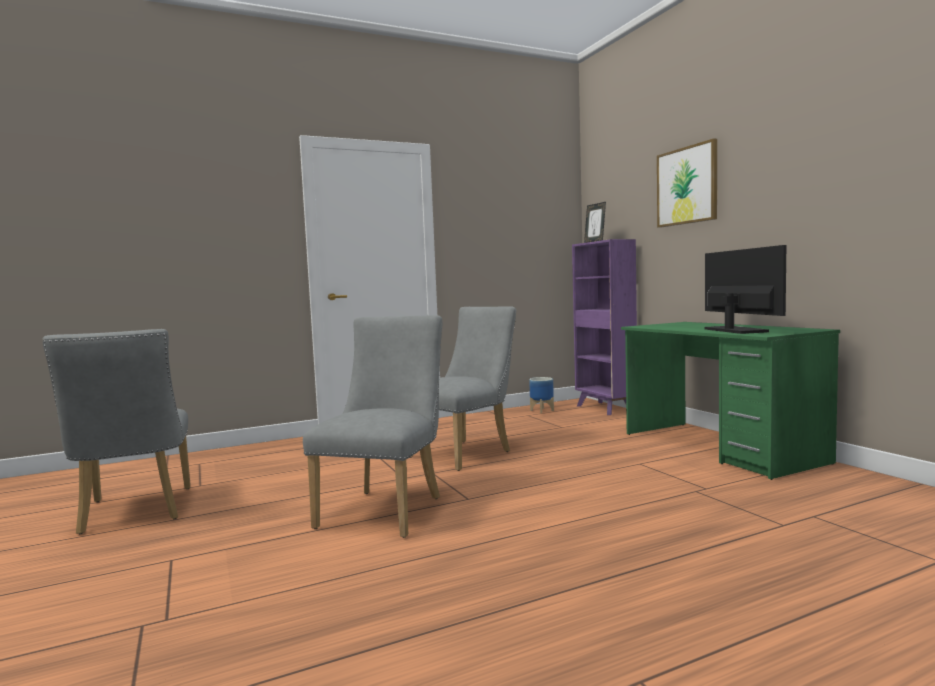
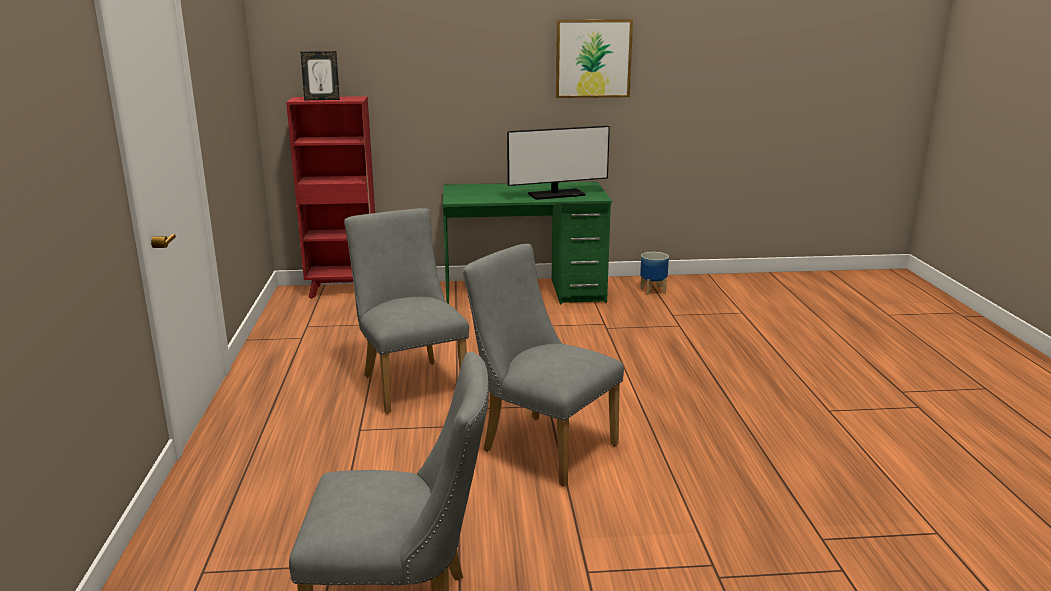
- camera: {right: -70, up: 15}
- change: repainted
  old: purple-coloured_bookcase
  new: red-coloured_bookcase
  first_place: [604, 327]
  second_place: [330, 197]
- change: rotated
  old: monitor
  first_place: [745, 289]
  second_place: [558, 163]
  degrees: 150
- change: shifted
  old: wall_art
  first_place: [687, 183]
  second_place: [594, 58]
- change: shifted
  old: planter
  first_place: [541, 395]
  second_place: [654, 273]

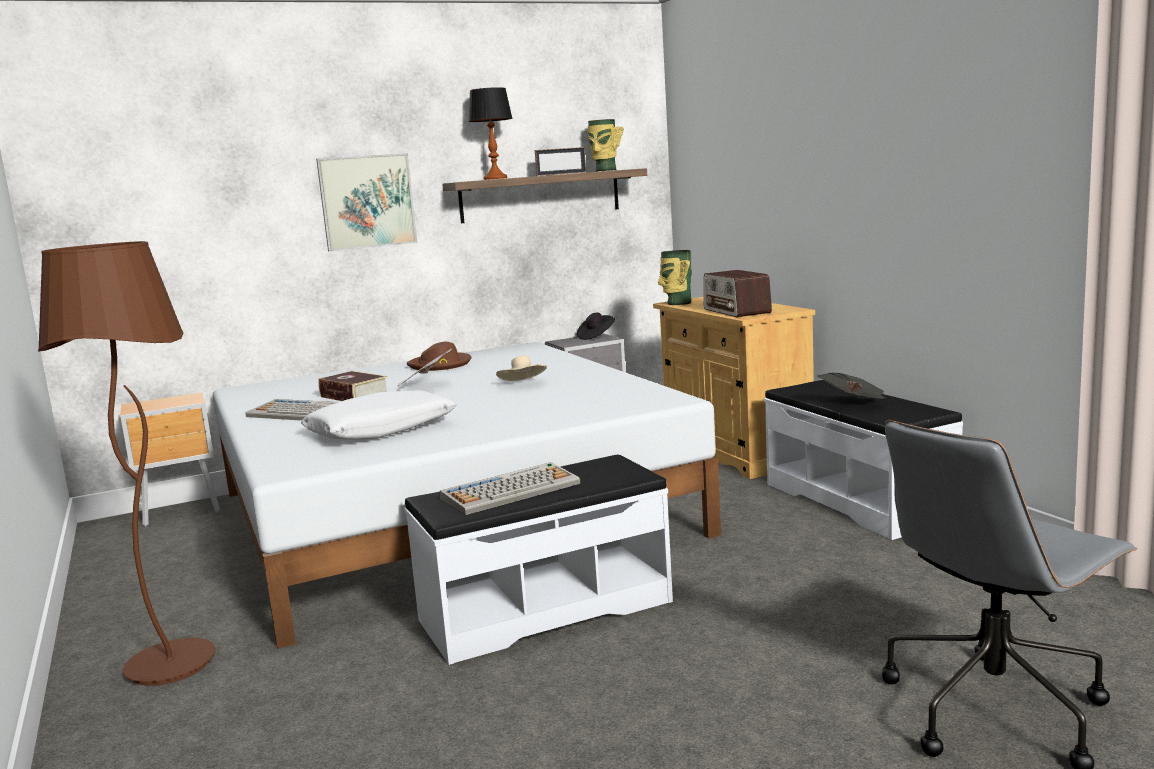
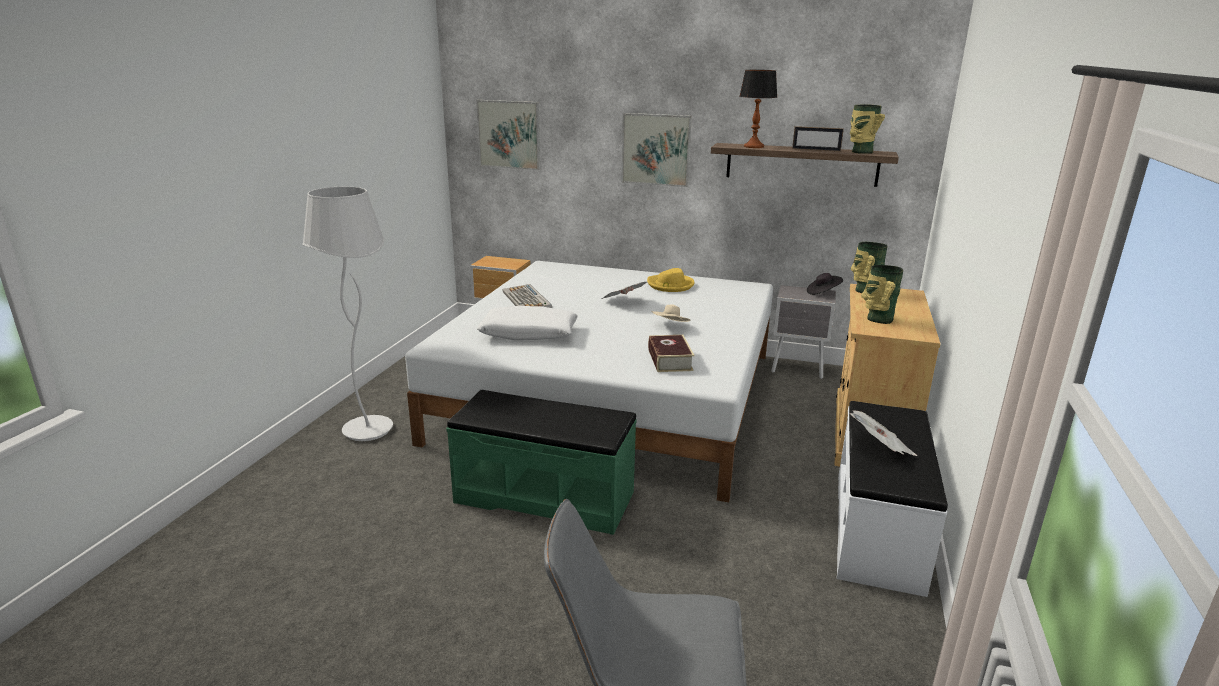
- camera: {right: 40, up: 10}
- change: repainted
  old: brown-coloured_floor_lamp
  new: white_floor_lamp
  first_place: [126, 463]
  second_place: [347, 314]
- change: repainted
  old: white_indoor_bench
  new: greenish_indoor_bench
  first_place: [539, 559]
  second_place: [541, 462]
- change: new
  new: wall_art
  second_place: [508, 135]
- change: repainted
  old: brown-coloured_wearable_hat
  new: yellow_wearable_hat
  first_place: [439, 356]
  second_place: [670, 280]
- change: shifted
  old: volume
  first_place: [353, 386]
  second_place: [671, 353]
- change: swapped
  old: radio_receiver
  new: decorative_vase
  first_place: [738, 293]
  second_place: [882, 294]
- change: gone
  old: PC_keyboard
  first_place: [510, 488]

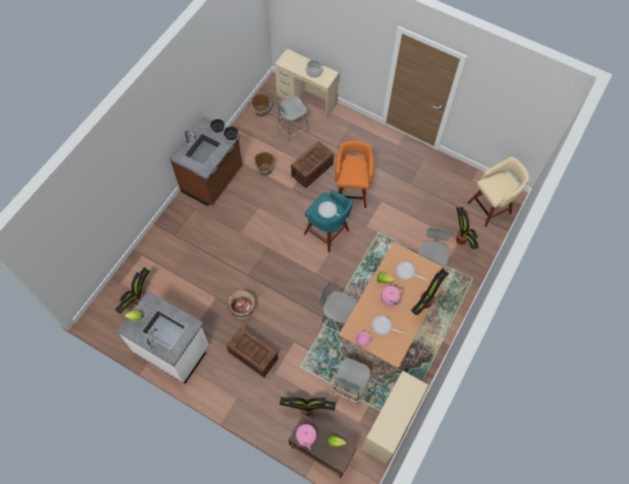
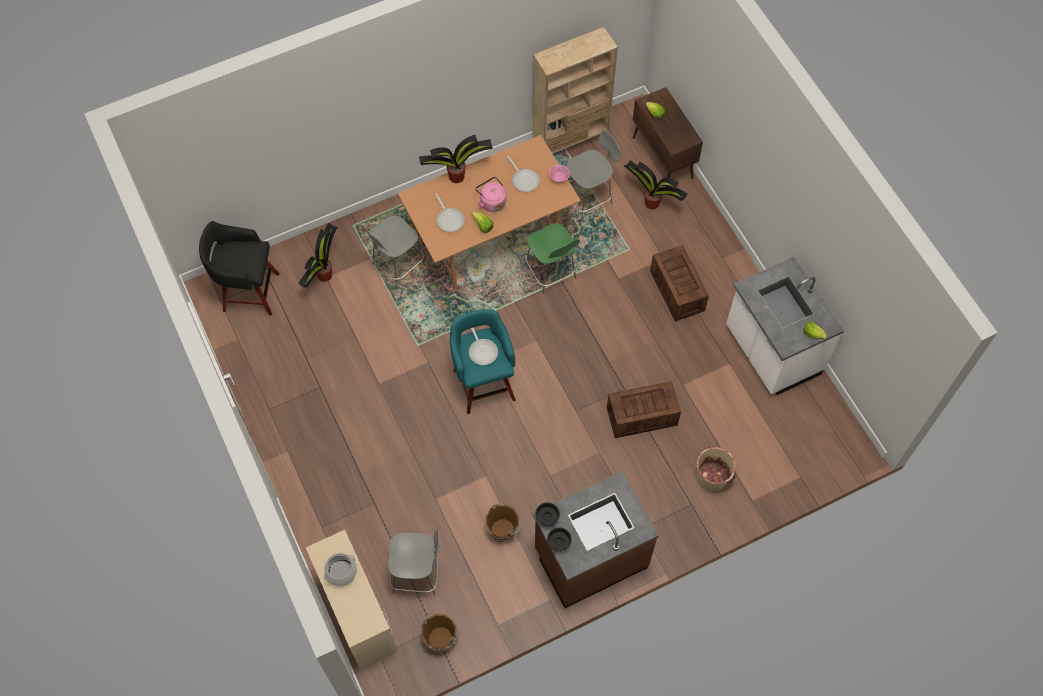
- camera: {right: -145, up: 0}
- change: repainted
  old: sand-coloured_stool_seat
  new: black-coloured_stool_seat
  first_place: [498, 192]
  second_place: [239, 268]
- change: repainted
  old: gray_upright_chair
  new: greenish_upright_chair
  first_place: [337, 307]
  second_place: [552, 258]
- change: swapped
  old: sand-coloured_desk_unit
  new: sand-coloured_bookcase
  first_place: [395, 416]
  second_place: [575, 90]
- change: shifted
  old: shipping_crate
  first_place: [312, 164]
  second_place: [644, 409]
- change: shifted
  old: sand-coloured_water_bucket
  first_place: [241, 305]
  second_place: [716, 469]
- change: gone
  old: plant_in_a_pot
  first_place: [132, 290]
- change: gone
  old: pink-coloured_water_kettle
  first_place: [305, 437]
- change: gone
  old: orange-coloured_stool_seat
  first_place: [354, 174]

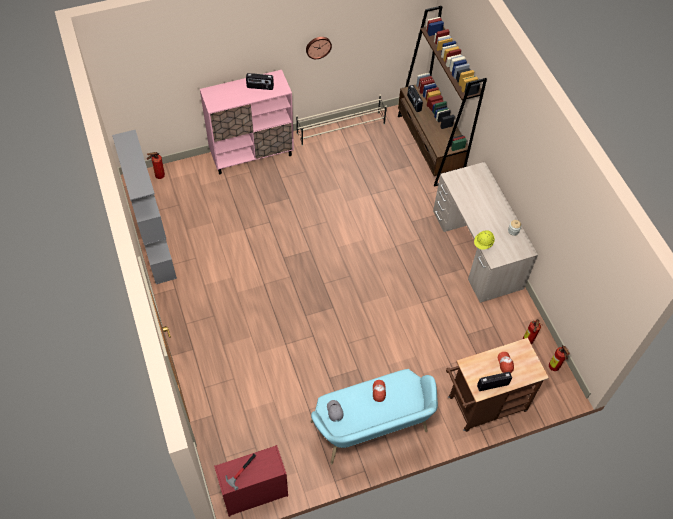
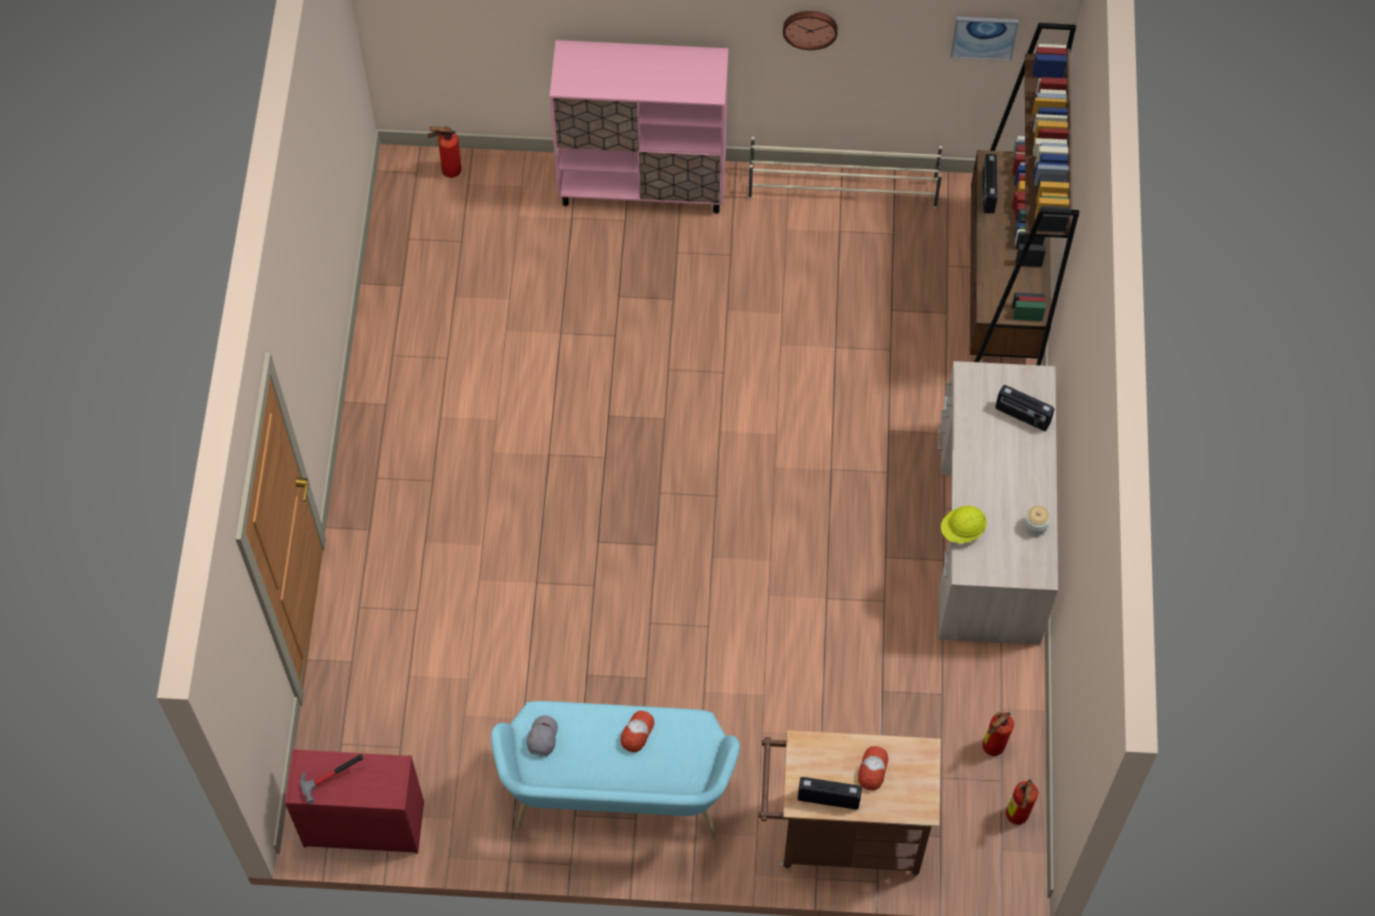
- camera: {right: 25, up: 5}
- change: new
  new: wall_art
  second_place: [984, 38]
- change: shifted
  old: radio_receiver
  first_place: [260, 81]
  second_place: [1025, 408]
- change: gone
  old: gray_bookcase
  first_place: [144, 207]

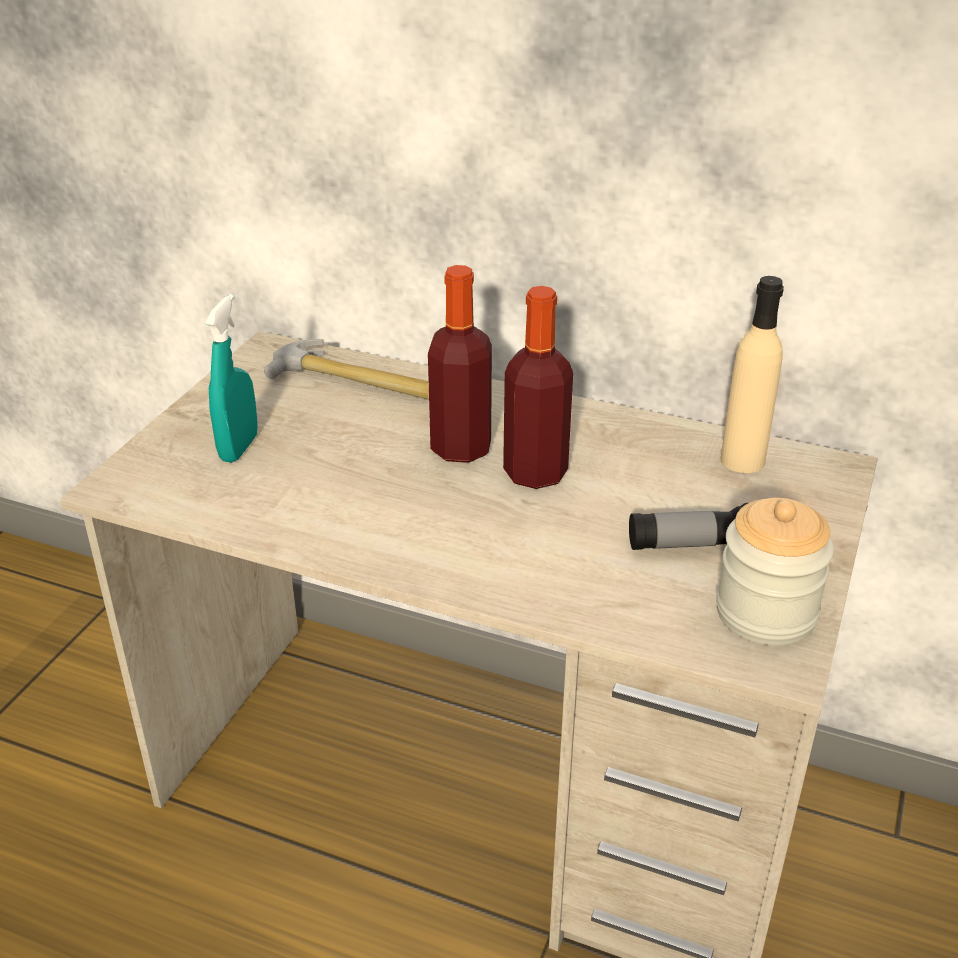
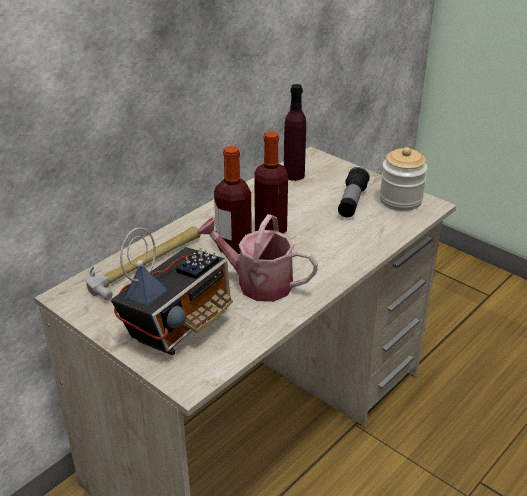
- camera: {right: -70, up: 0}
- change: swapped
  old: turquoise-coloured_hand_sprayer
  new: radio_receiver
  first_place: [231, 378]
  second_place: [172, 291]
- change: new
  new: watering_can
  second_place: [257, 258]
- change: repainted
  old: sand-coloured_beverage_bottle
  new: purple-coloured_beverage_bottle
  first_place: [752, 374]
  second_place: [295, 132]

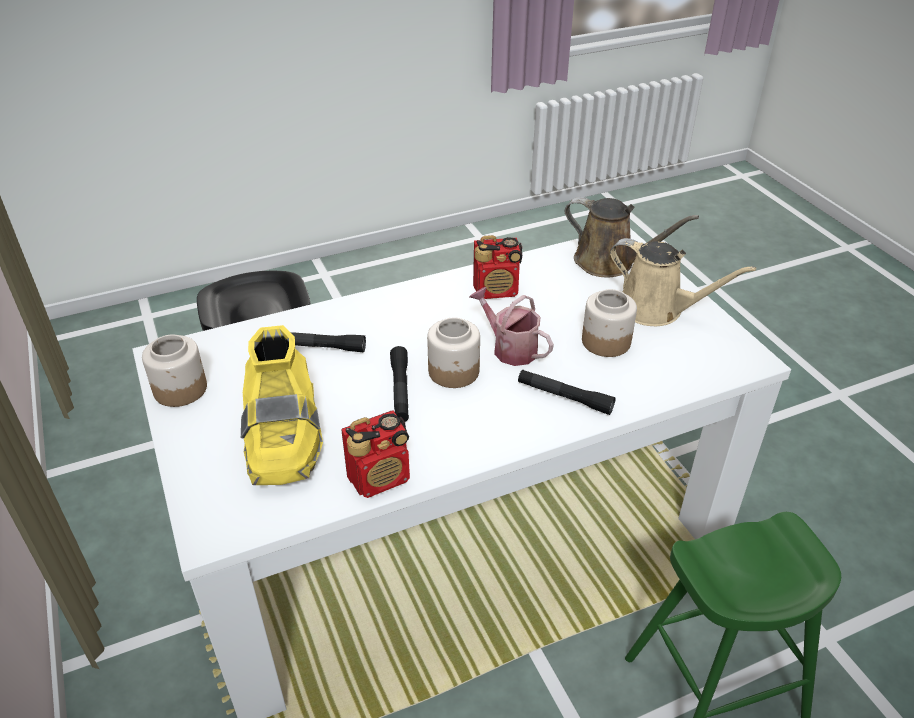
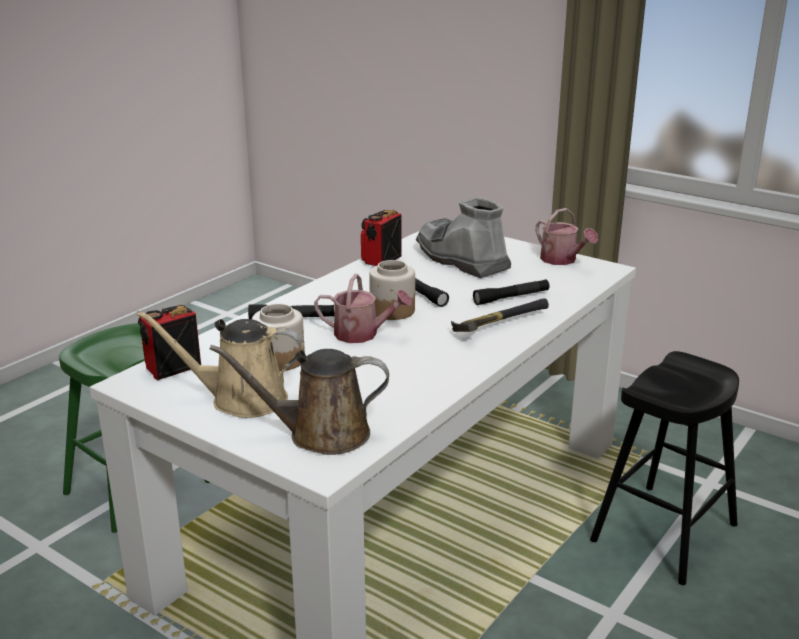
- camera: {right: 150, up: -15}
- change: shifted
  old: radio_receiver
  first_place: [497, 267]
  second_place: [169, 342]
- change: repainted
  old: yellow_high-top_boot
  new: gray_high-top_boot
  first_place: [282, 405]
  second_place: [463, 238]
- change: new
  new: hand_hammer
  second_place: [500, 315]
- change: swapped
  old: storage_jar
  new: watering_can
  first_place: [174, 371]
  second_place: [567, 236]

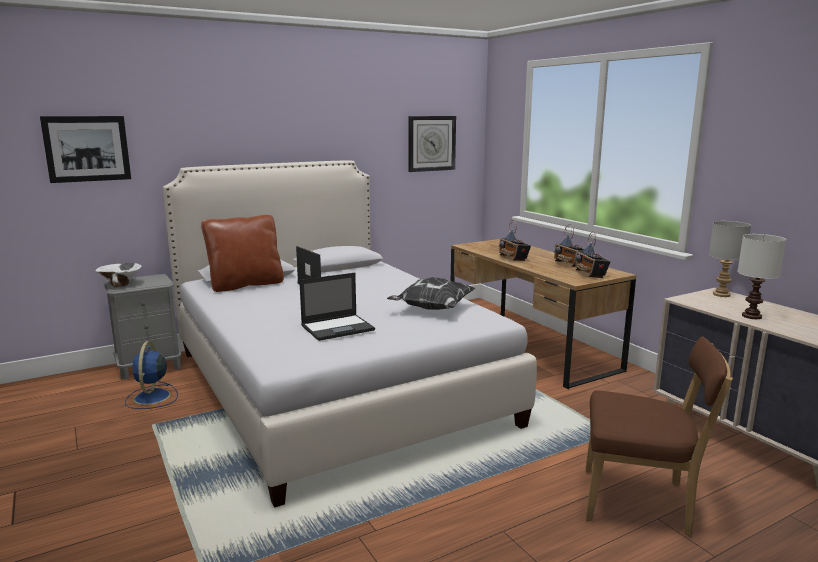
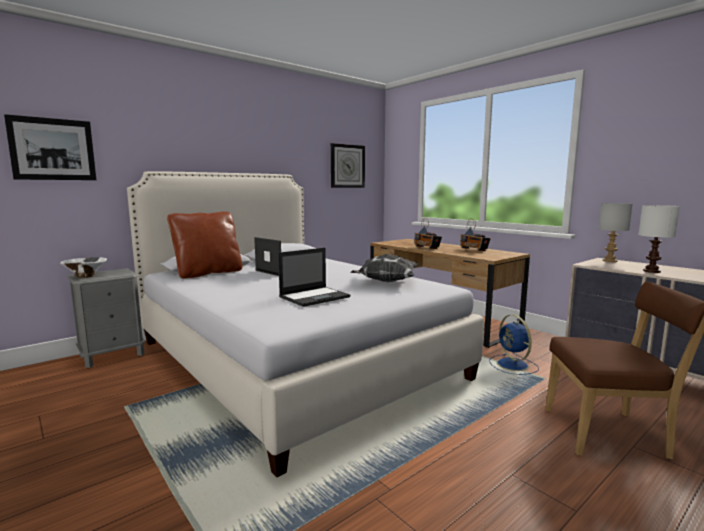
- camera: {right: -10, up: -5}
- change: shifted
  old: blue_cooling_fan
  first_place: [151, 375]
  second_place: [514, 345]
- change: gone
  old: radio_receiver
  first_place: [593, 255]

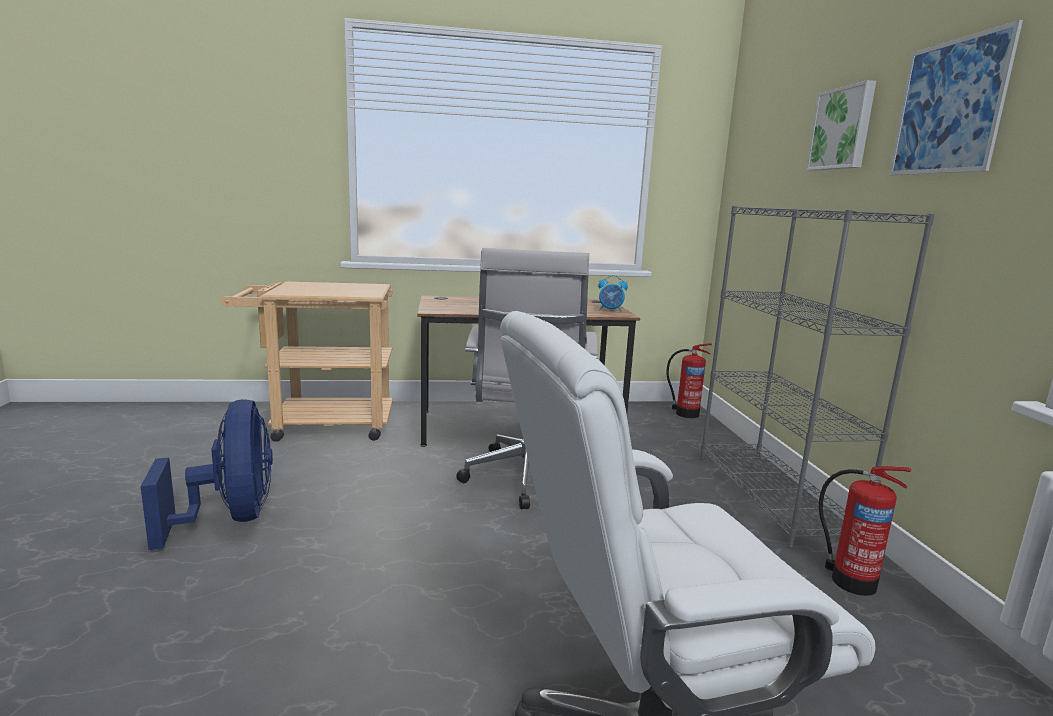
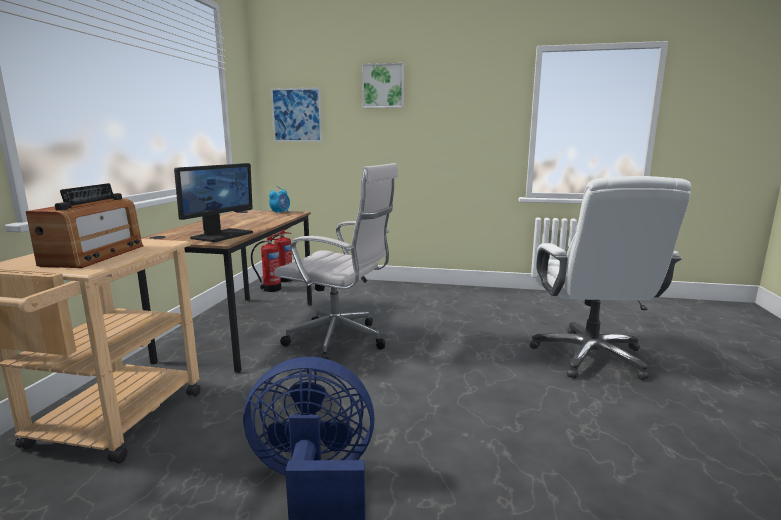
- camera: {right: -70, up: 0}
- change: new
  new: radio_receiver
  second_place: [84, 225]
- change: new
  new: monitor
  second_place: [213, 202]
- change: shifted
  old: fire-fighting_cylinder
  first_place: [865, 531]
  second_place: [266, 262]
- change: shifted
  old: wall_art
  first_place: [956, 97]
  second_place: [296, 114]
- change: gone
  old: gray_bookcase
  first_place: [817, 377]

